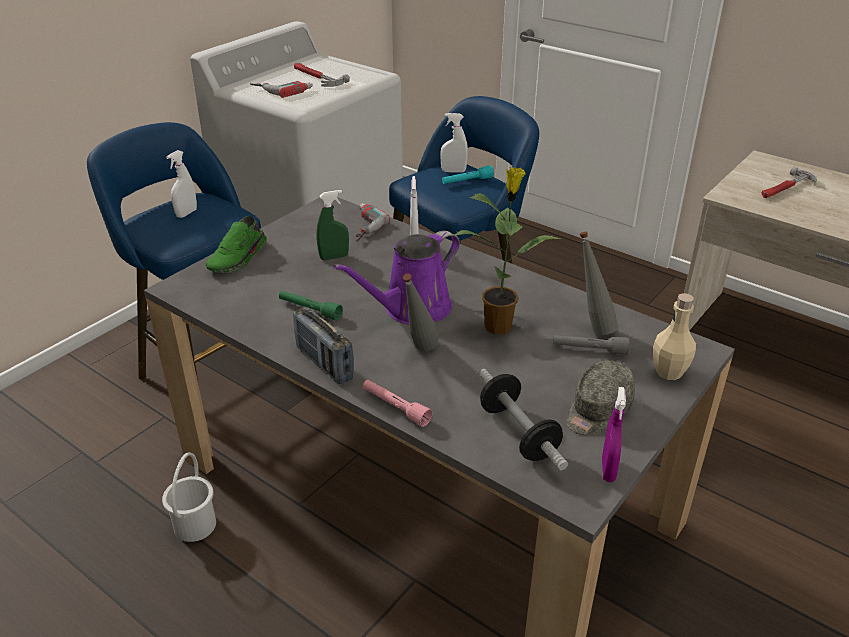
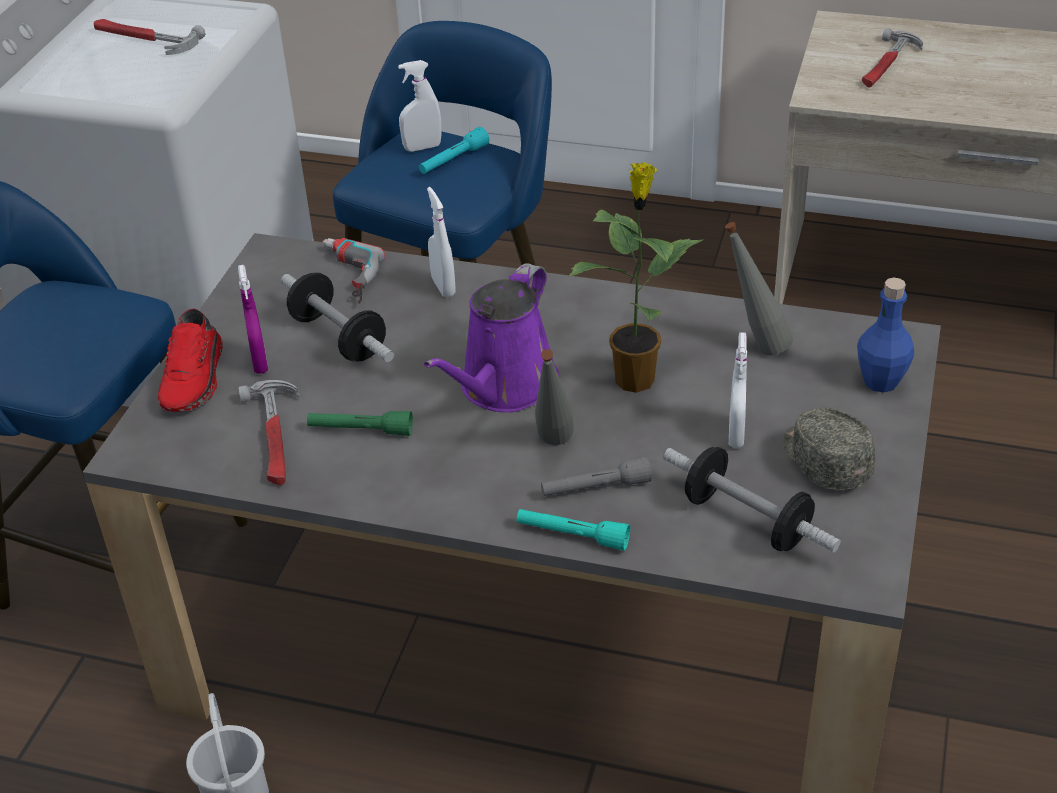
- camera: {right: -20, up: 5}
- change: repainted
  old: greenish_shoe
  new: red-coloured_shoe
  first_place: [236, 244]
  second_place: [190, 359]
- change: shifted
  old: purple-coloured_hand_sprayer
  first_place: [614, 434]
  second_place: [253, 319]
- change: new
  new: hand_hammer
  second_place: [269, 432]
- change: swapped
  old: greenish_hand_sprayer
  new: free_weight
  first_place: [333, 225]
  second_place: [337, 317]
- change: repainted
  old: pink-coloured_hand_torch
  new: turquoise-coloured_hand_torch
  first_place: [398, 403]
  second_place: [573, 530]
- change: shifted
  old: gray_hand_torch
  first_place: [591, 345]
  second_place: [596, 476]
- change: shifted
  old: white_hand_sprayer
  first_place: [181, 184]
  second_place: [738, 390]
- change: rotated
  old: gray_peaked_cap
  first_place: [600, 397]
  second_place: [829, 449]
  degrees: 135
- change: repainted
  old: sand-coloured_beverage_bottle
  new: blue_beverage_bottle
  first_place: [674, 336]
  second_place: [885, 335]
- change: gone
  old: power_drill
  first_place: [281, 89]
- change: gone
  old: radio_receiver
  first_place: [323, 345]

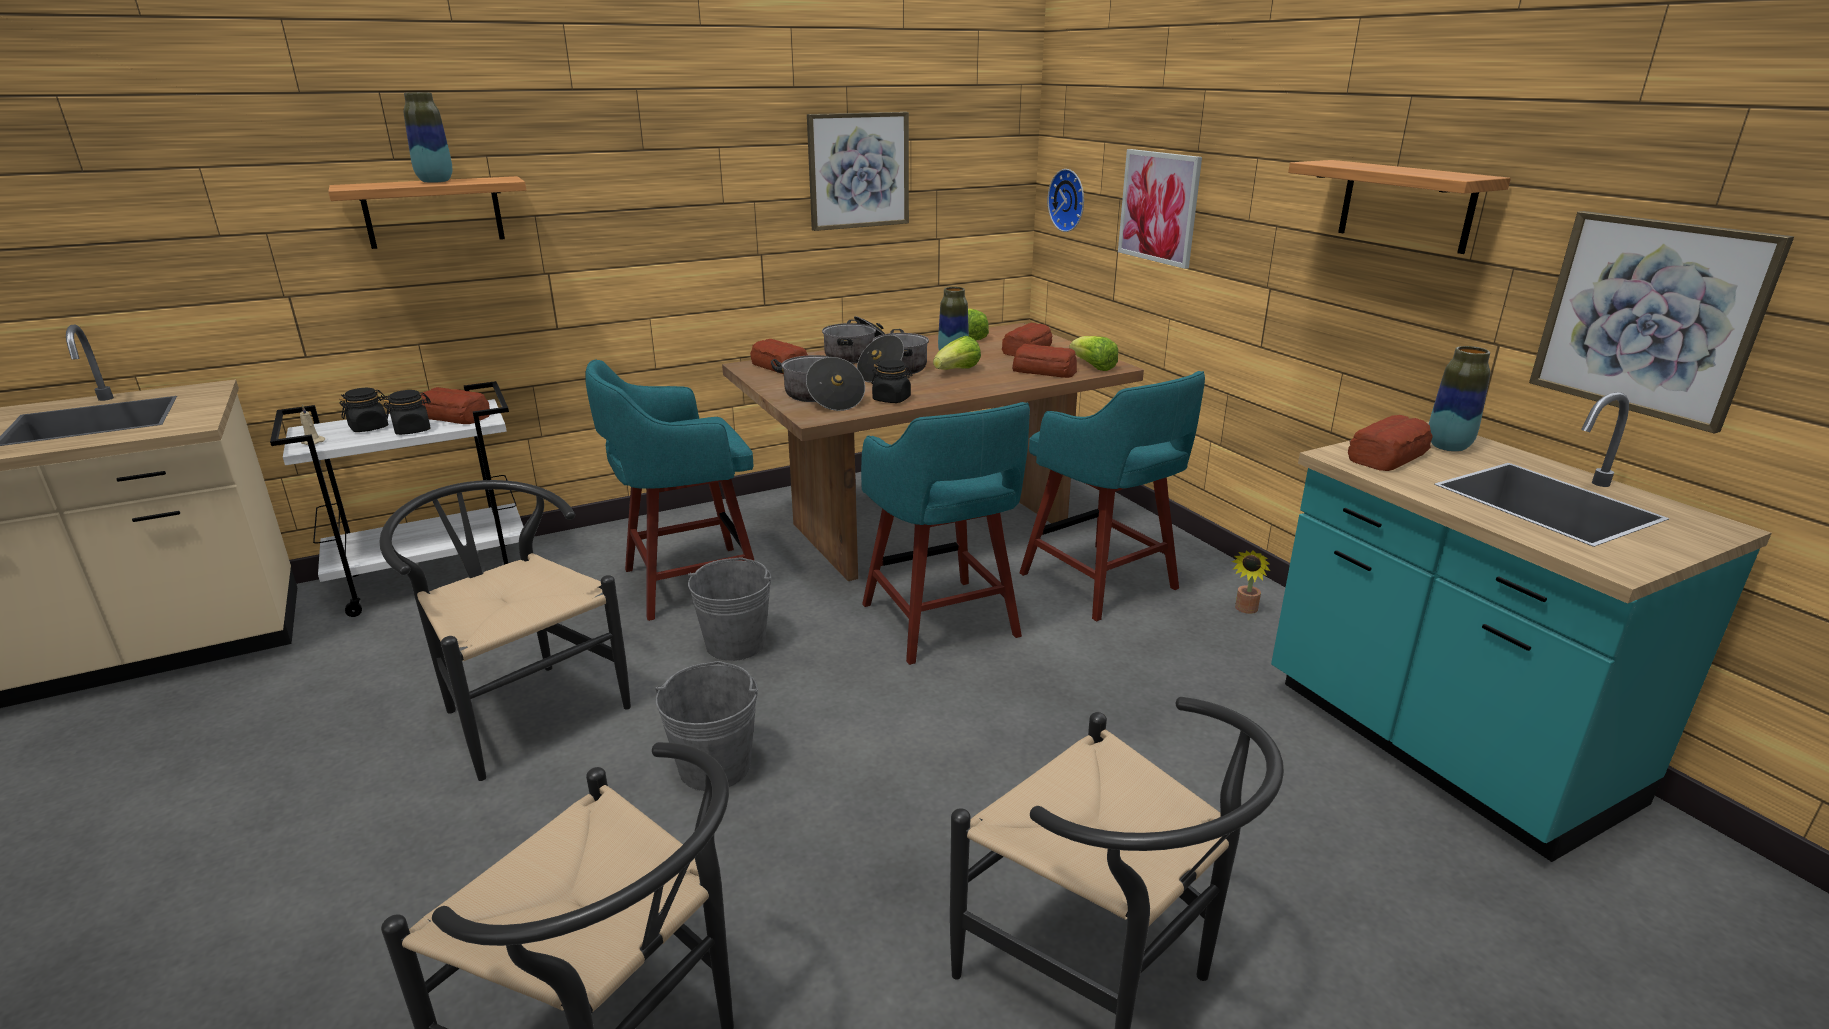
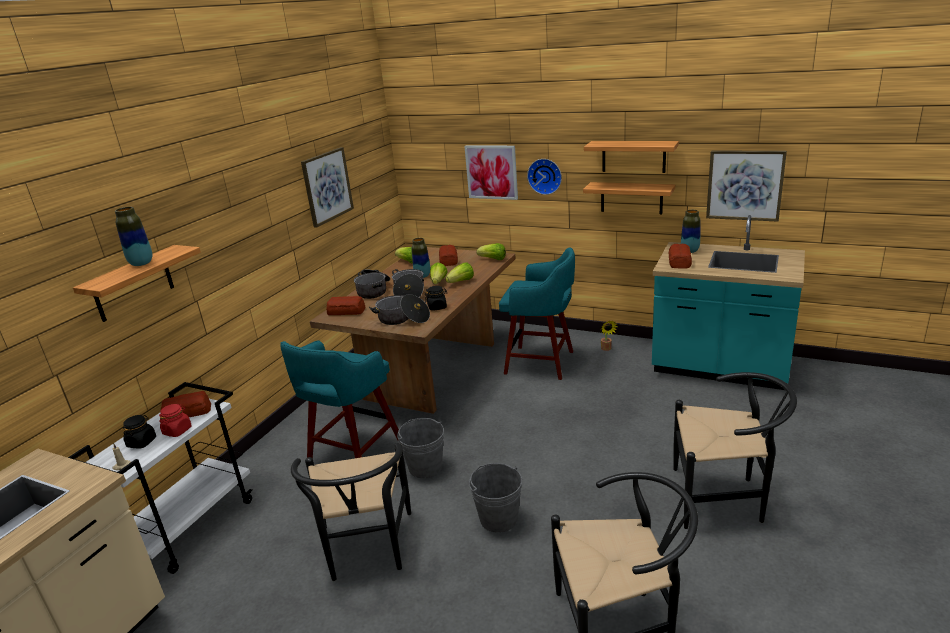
- camera: {right: -35, up: 0}
- change: repainted
  old: black-coloured_storage_jar
  new: red-coloured_storage_jar
  first_place: [407, 412]
  second_place: [175, 420]
- change: rotated
  old: black-coloured_upright_chair
  first_place: [505, 630]
  second_place: [351, 512]
  degrees: -105
- change: new
  new: lettuce_head
  second_place: [459, 272]
- change: shifted
  old: wall_clock
  first_place: [1066, 200]
  second_place: [544, 177]
- change: new
  new: shelf
  second_place: [629, 198]
- change: gone
  old: turquoise-coloured_stool_seat
  first_place: [945, 533]
- change: gone
  old: bread
  first_place: [1044, 361]

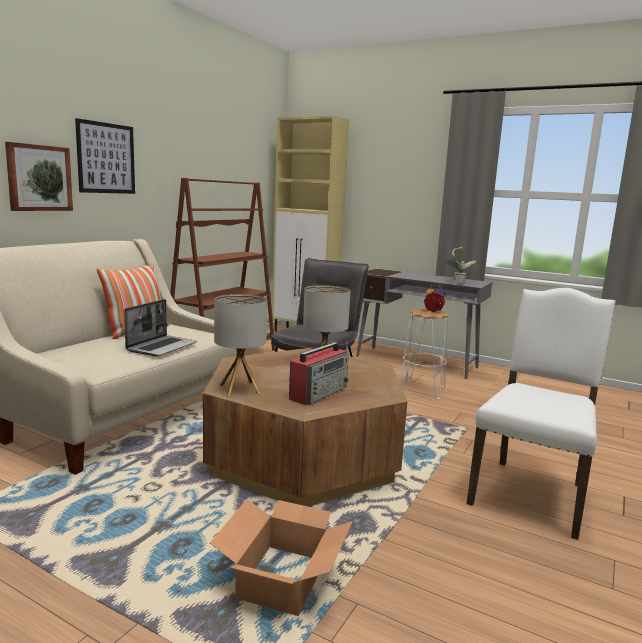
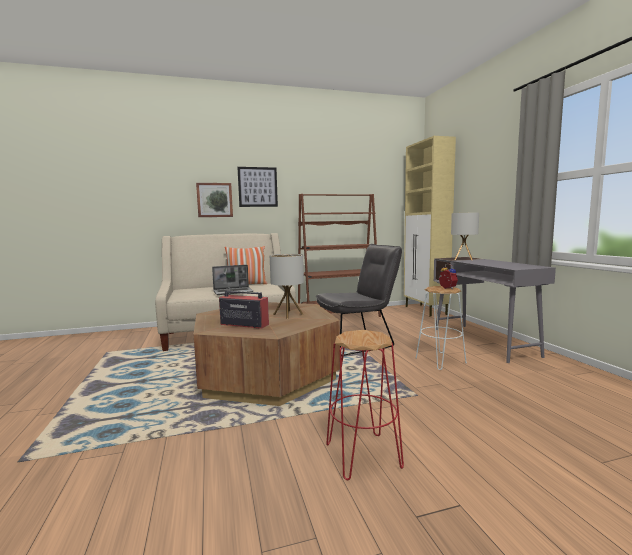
- camera: {right: 45, up: -5}
- change: rotated
  old: radio_receiver
  first_place: [319, 373]
  second_place: [244, 308]
  degrees: -150
- change: swapped
  old: white_upright_chair
  new: red-coloured_stool_seat
  first_place: [541, 414]
  second_place: [365, 405]
- change: shifted
  old: lamp_for_a_table
  first_place: [240, 345]
  second_place: [465, 236]
- change: gone
  old: carton
  first_place: [281, 557]
- change: gone
  old: plant_in_a_pot
  first_place: [460, 265]

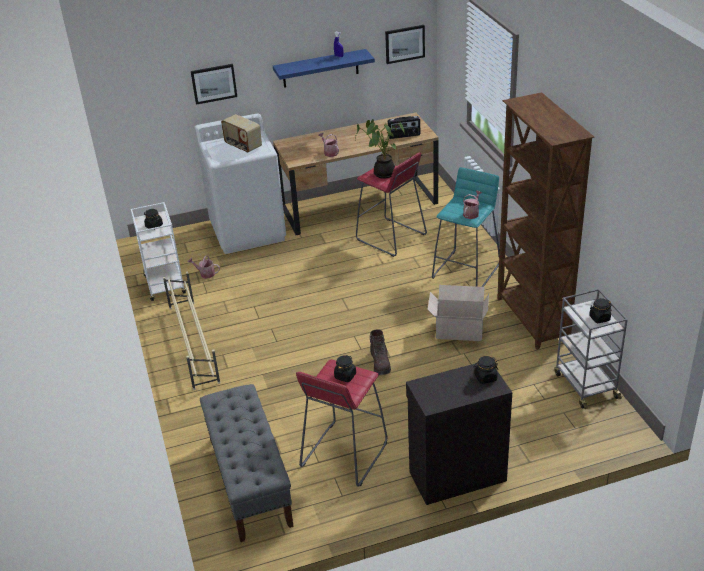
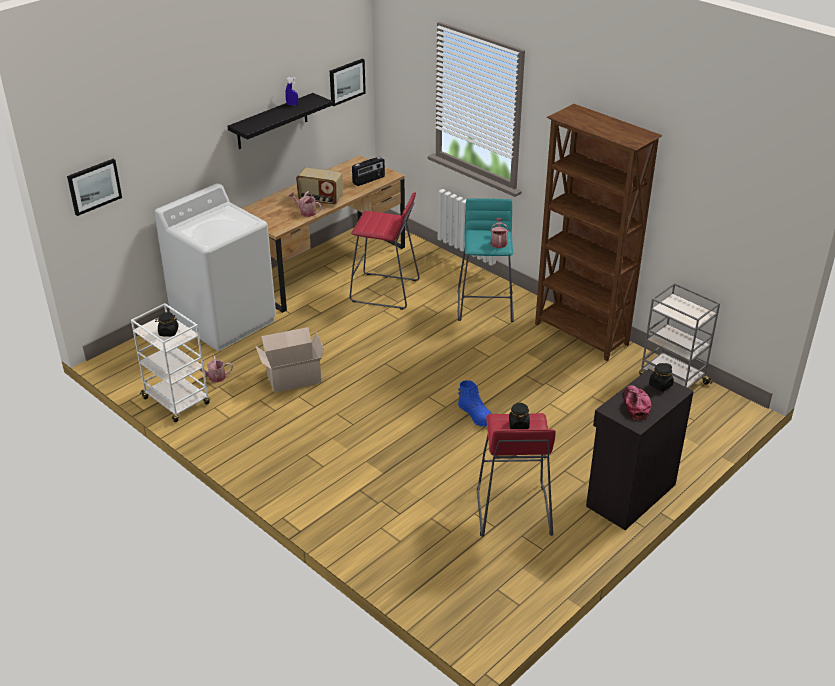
- camera: {right: -30, up: 0}
- change: shifted
  old: wall_art
  first_place: [214, 84]
  second_place: [94, 187]
- change: repainted
  old: blue_shelf
  new: black-coloured_shelf
  first_place: [324, 68]
  second_place: [280, 121]
- change: shifted
  old: carton
  first_place: [458, 313]
  second_place: [289, 360]
- change: shifted
  old: radio_receiver
  first_place: [241, 133]
  second_place: [319, 186]
- change: repainted
  old: brown-coloured_high-top_boot
  new: blue_high-top_boot
  first_place: [380, 352]
  second_place: [475, 403]
- change: new
  new: peaked_cap
  second_place: [637, 402]
- change: gone
  old: sand-coloured_shoe_stand
  first_place: [192, 331]
- change: gone
  old: gray_indoor_bench
  first_place: [247, 463]
- change: gone
  old: plant_in_a_pot
  first_place: [380, 149]
- change: gone
  old: black-coloured_storage_jar
  first_place: [600, 310]

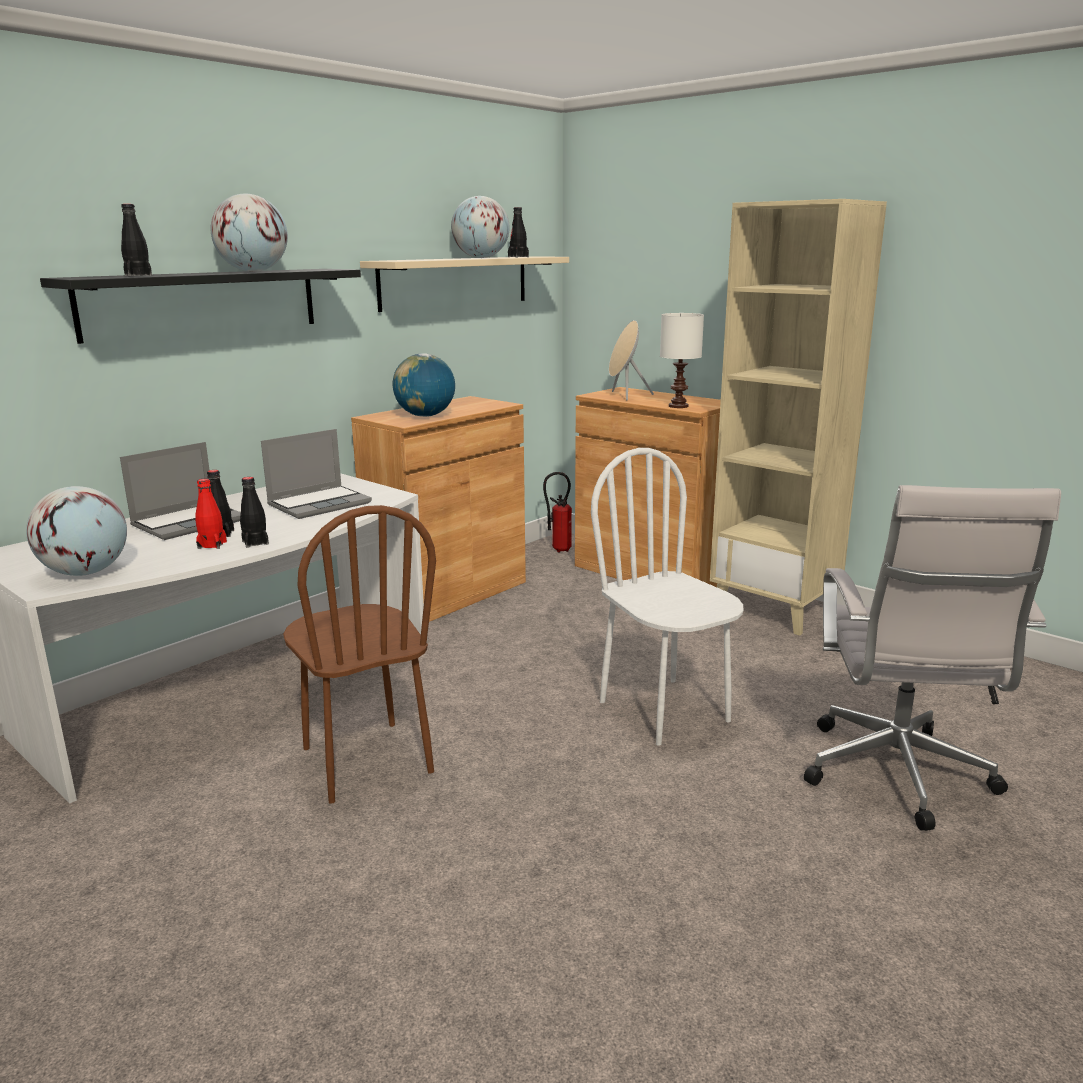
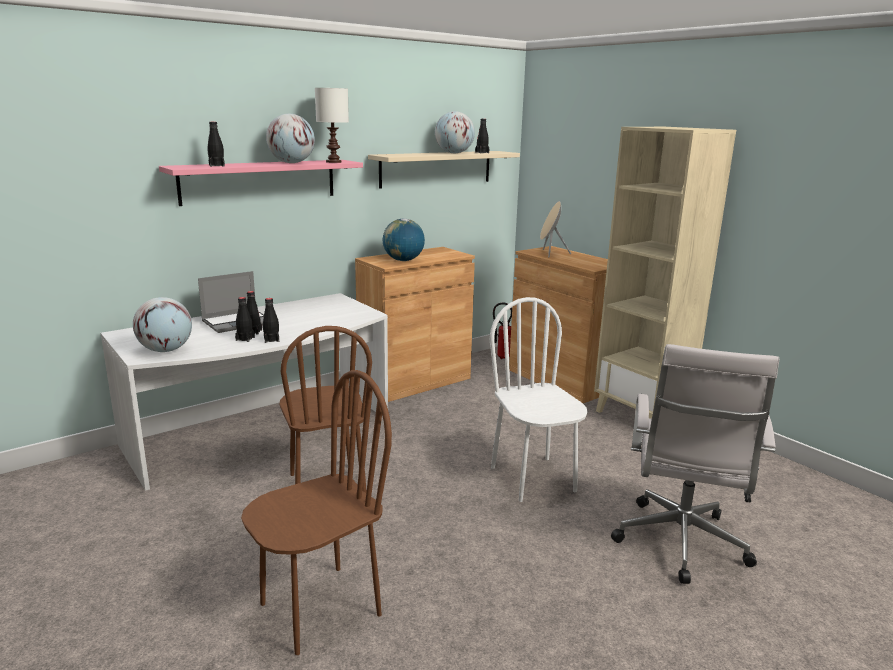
- camera: {right: 10, up: 0}
- change: repainted
  old: black-coloured_shelf
  new: pink-coloured_shelf
  first_place: [200, 306]
  second_place: [261, 183]
- change: repainted
  old: red-coloured_beverage_bottle
  new: black-coloured_beverage_bottle
  first_place: [211, 514]
  second_place: [245, 319]
- change: new
  new: brown-coloured_upright_chair
  second_place: [316, 512]
- change: shifted
  old: white_lamp_for_a_table
  first_place: [682, 360]
  second_place: [332, 125]
- change: gone
  old: notebook_computer
  first_place: [316, 474]

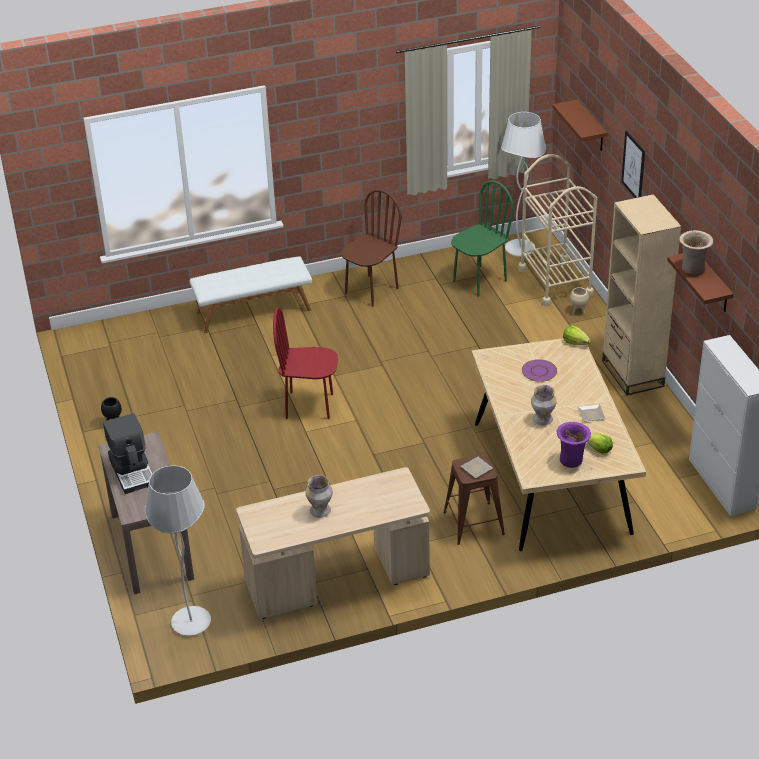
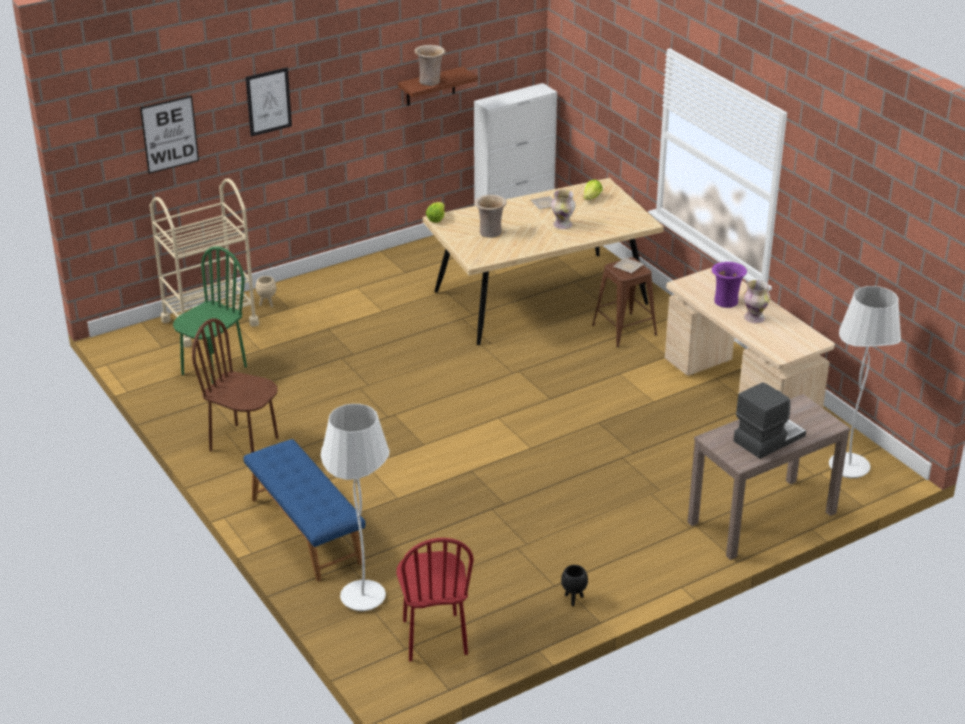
- camera: {right: -105, up: -5}
- change: swapped
  old: brown-coloured_shelf
  new: wall_art
  first_place: [580, 125]
  second_place: [169, 135]
- change: rotated
  old: greenish_upright_chair
  first_place: [482, 238]
  second_place: [210, 315]
  degrees: 90
- change: repainted
  old: white_indoor_bench
  new: blue_indoor_bench
  first_place: [251, 294]
  second_place: [304, 510]
- change: shifted
  old: white_floor_lamp
  first_place: [523, 184]
  second_place: [355, 507]
- change: shifted
  old: red-coloured_upright_chair
  first_place: [305, 363]
  second_place: [435, 600]
- change: swapped
  old: purple-coloured_dinner_plate
  new: sand-coloured_decorative_vase
  first_place: [539, 370]
  second_place: [490, 216]
- change: shifted
  old: purple-coloured_decorative_vase
  first_place: [574, 445]
  second_place: [729, 285]
- change: gone
  old: sand-coloured_bookcase
  first_place: [641, 295]

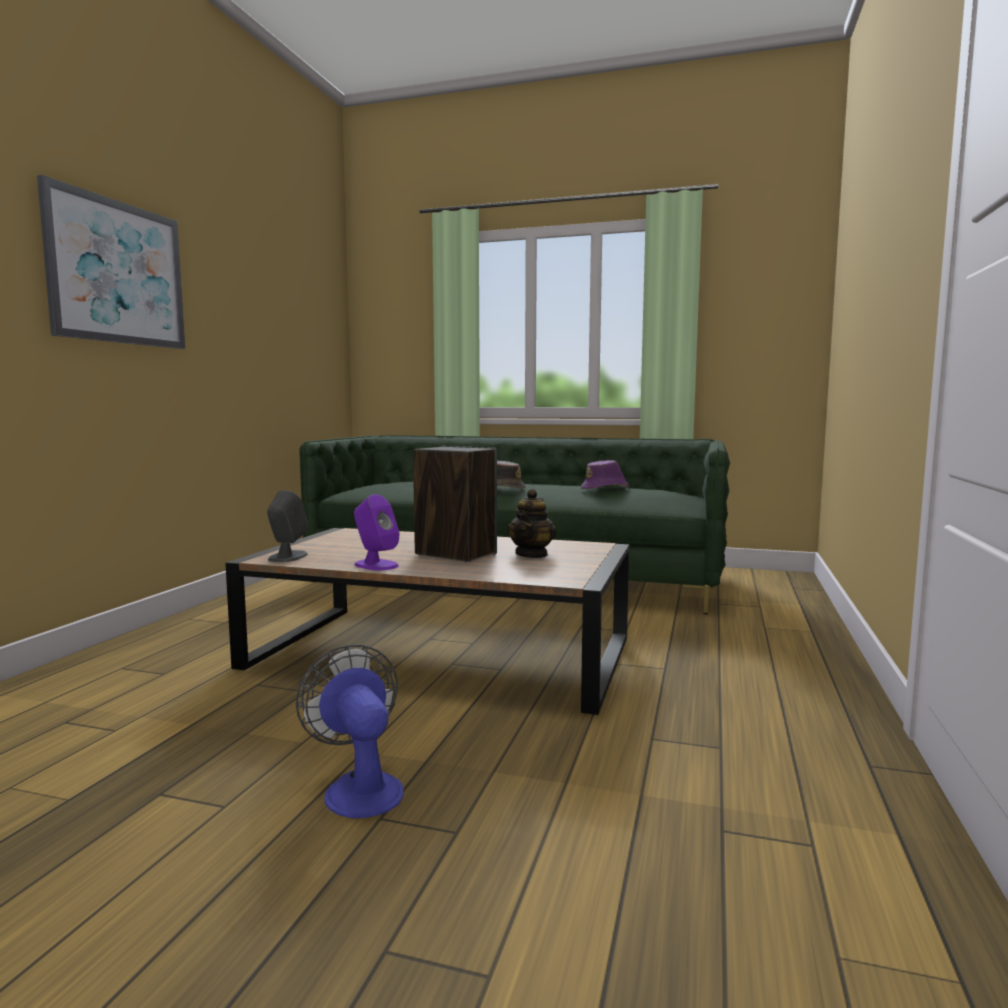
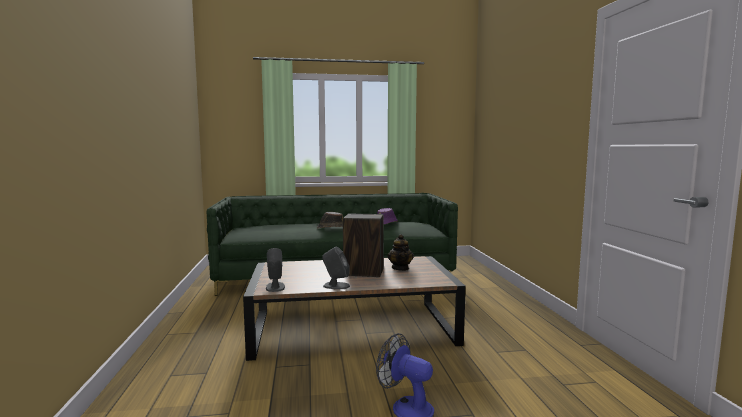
- camera: {right: -25, up: 0}
- change: repainted
  old: purple-coloured_loudspeaker
  new: gray_loudspeaker
  first_place: [377, 532]
  second_place: [336, 268]
- change: gone
  old: wall_art
  first_place: [111, 262]

